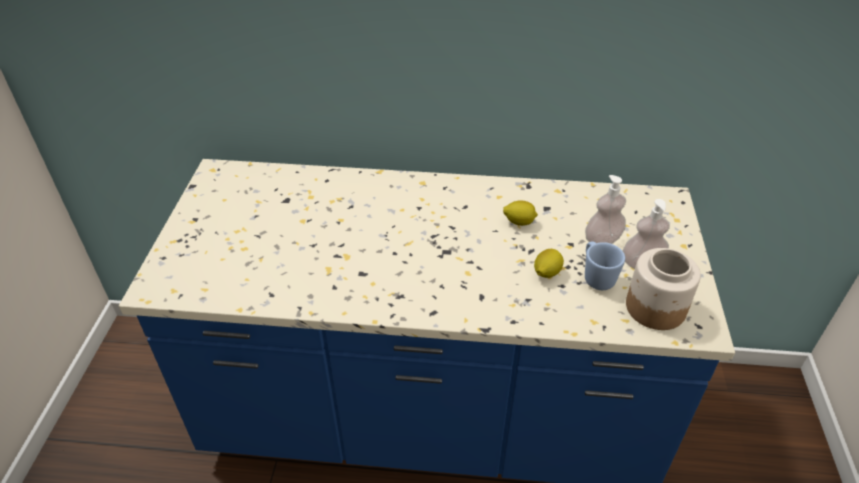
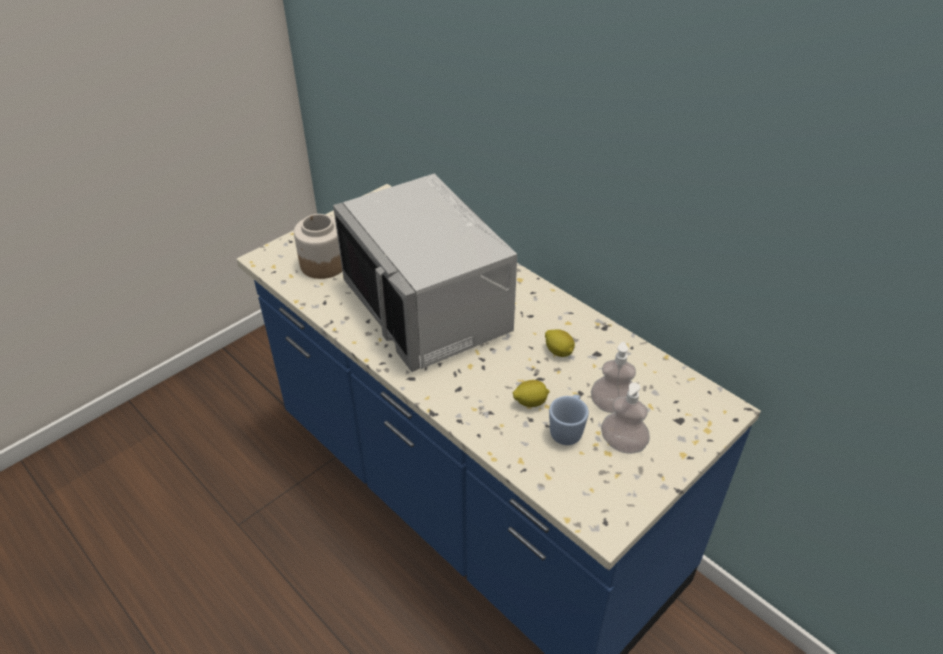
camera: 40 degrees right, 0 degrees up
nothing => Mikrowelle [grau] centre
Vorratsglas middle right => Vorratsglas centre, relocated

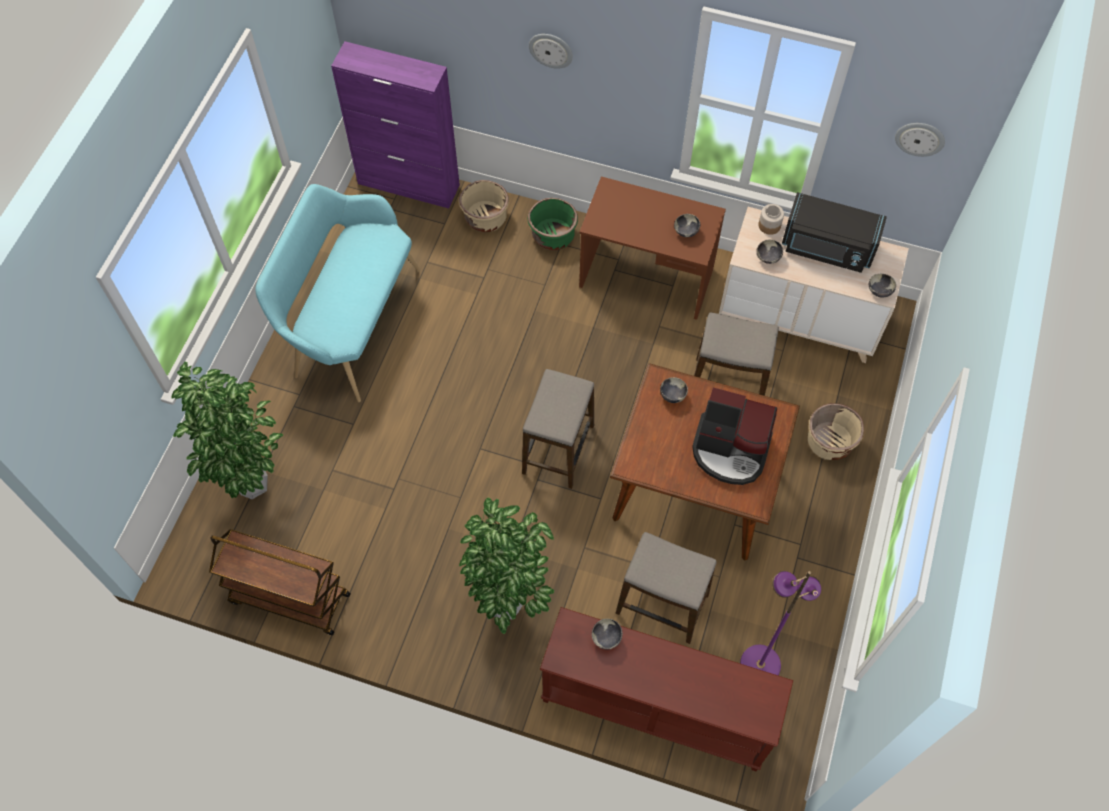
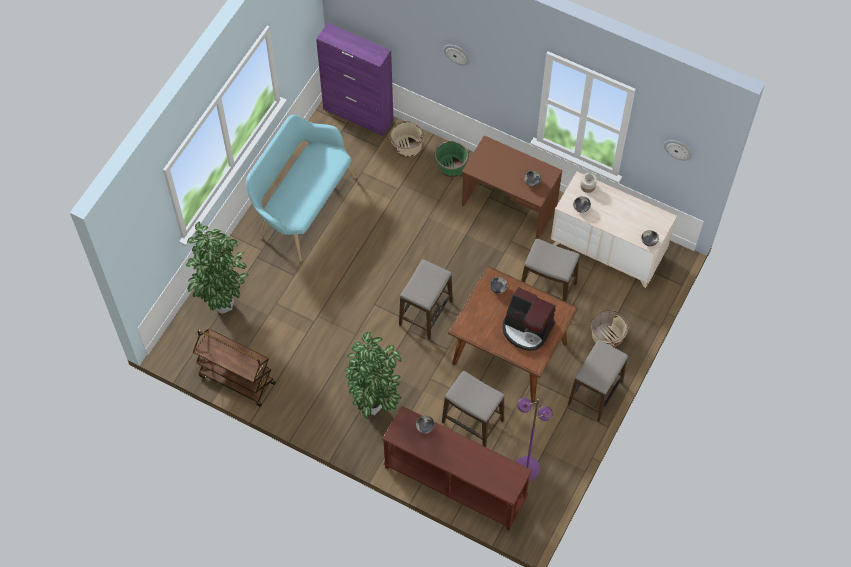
camera: 10 degrees right, 0 degrees up
Mikrowelle [schwarz] top right => nothing
nothing => Hocker (no. 4 from left) bottom right

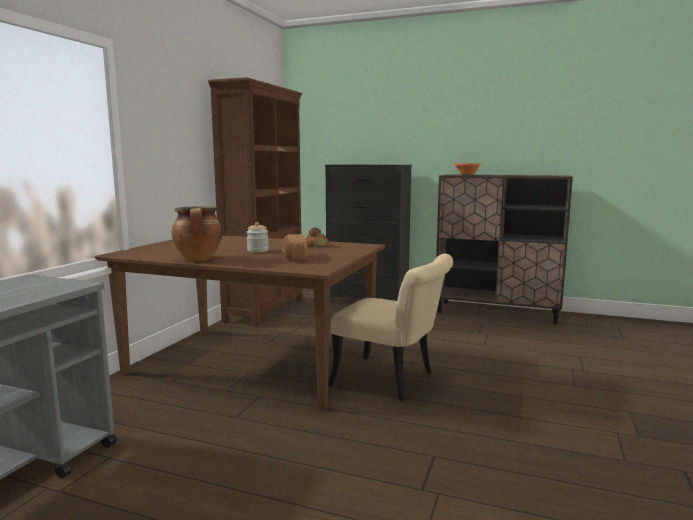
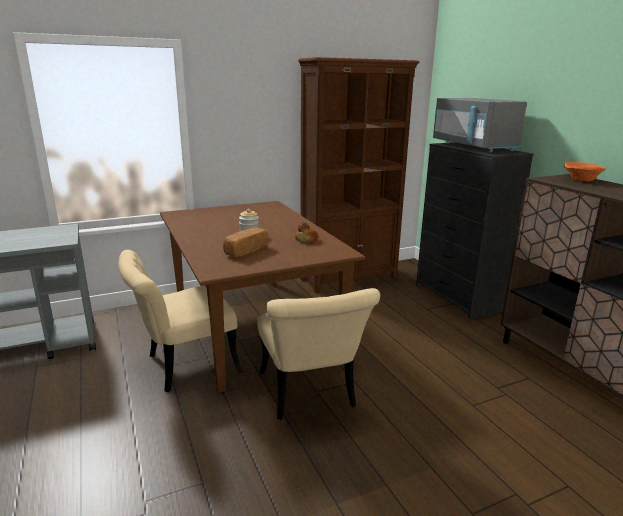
camera: 45 degrees right, 10 degrees up
Kochtopf middle left => nothing
nothing => Stuhl [beige] (no. 1 from left) middle left
nothing => Mikrowelle [grau] top right

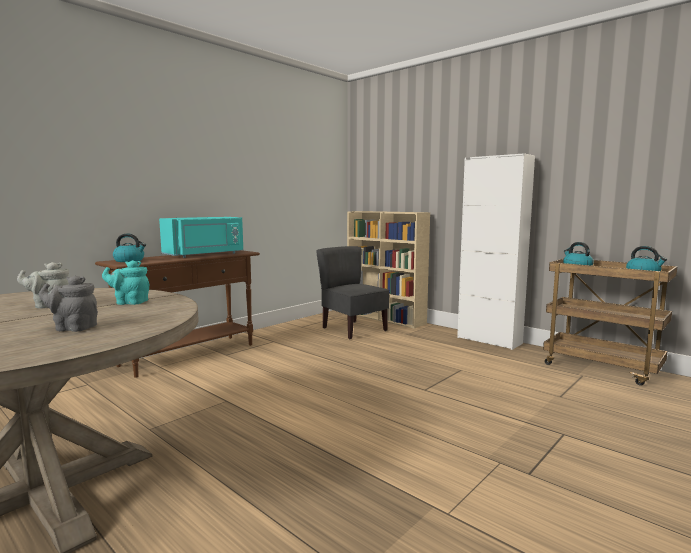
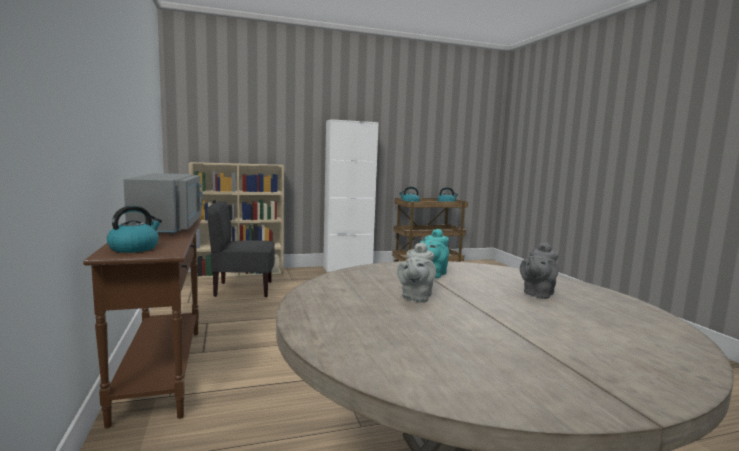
camera: 60 degrees left, 0 degrees up
Mikrowelle [türkis] middle left => Mikrowelle [grau] middle left

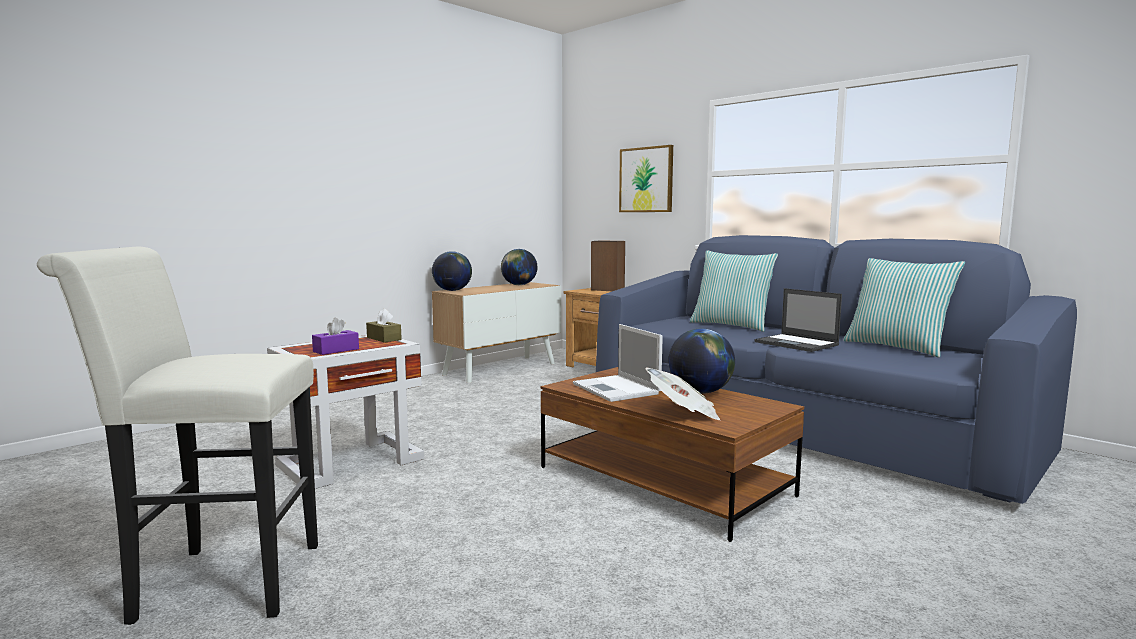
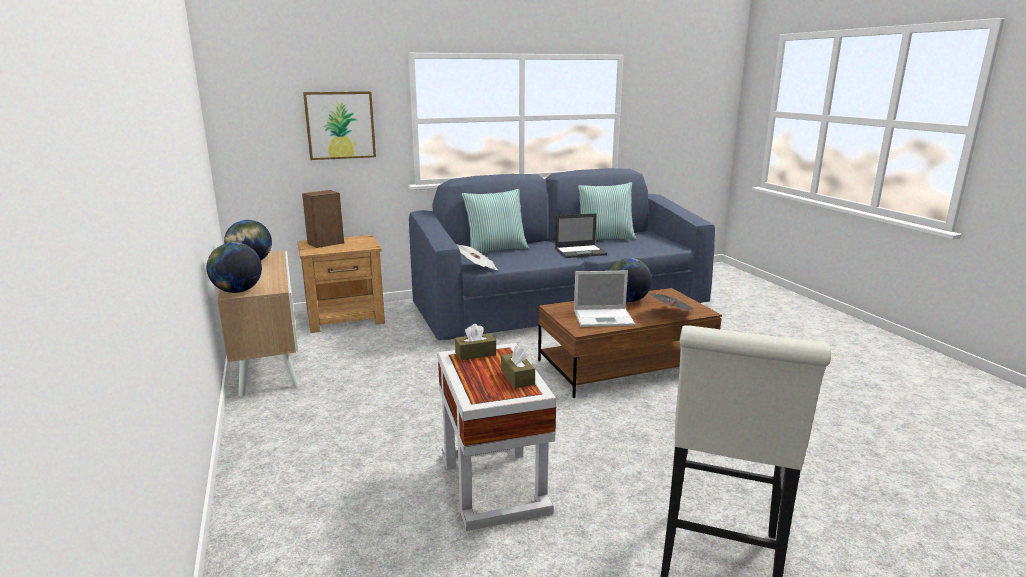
camera: 65 degrees left, 10 degrees up
nothing => Zeitung (no. 1 from left) centre
Taschentuchbox [lila] middle left => Taschentuchbox [braun] (no. 2 from left) centre

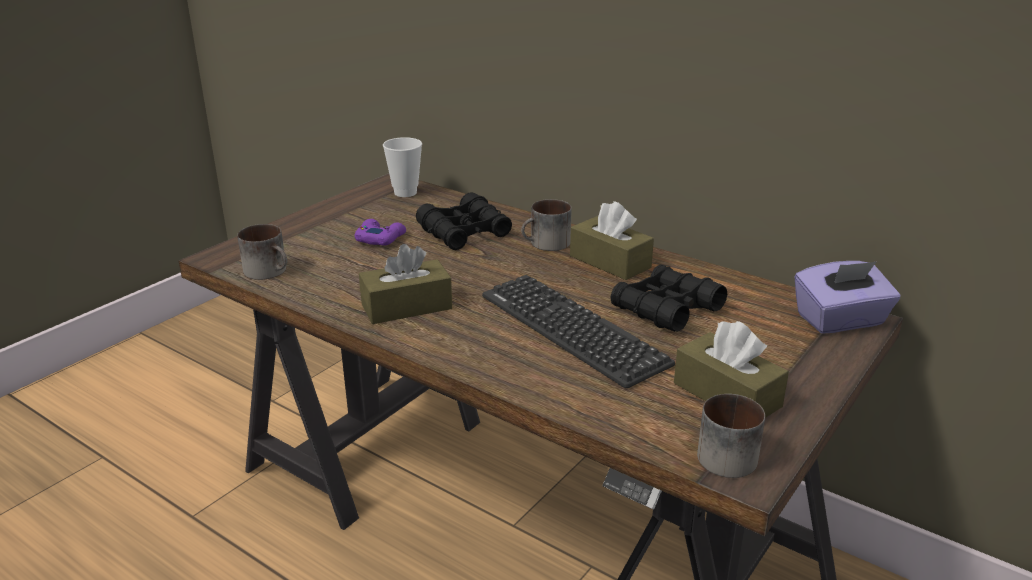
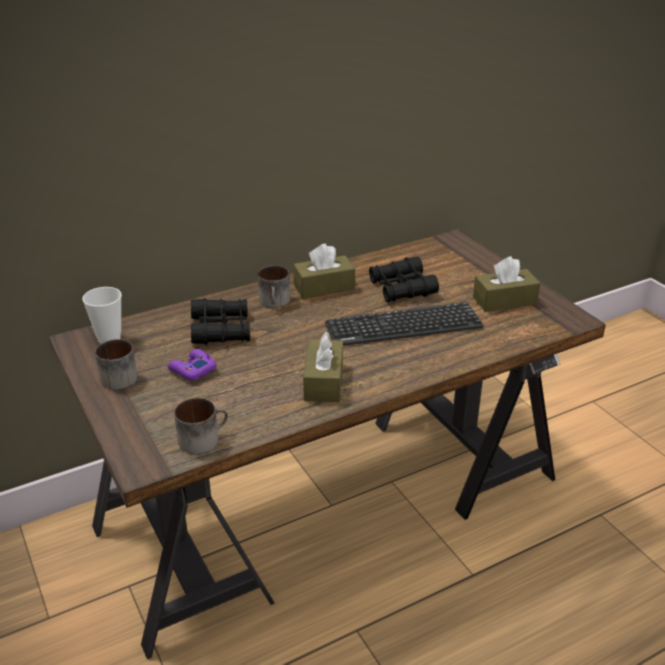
camera: 65 degrees left, 5 degrees up
Taschentuchbox [lila] middle right => nothing
Henkelbecher (no. 3 from left in the first image) bottom right => Henkelbecher (no. 1 from left) middle left, relocated

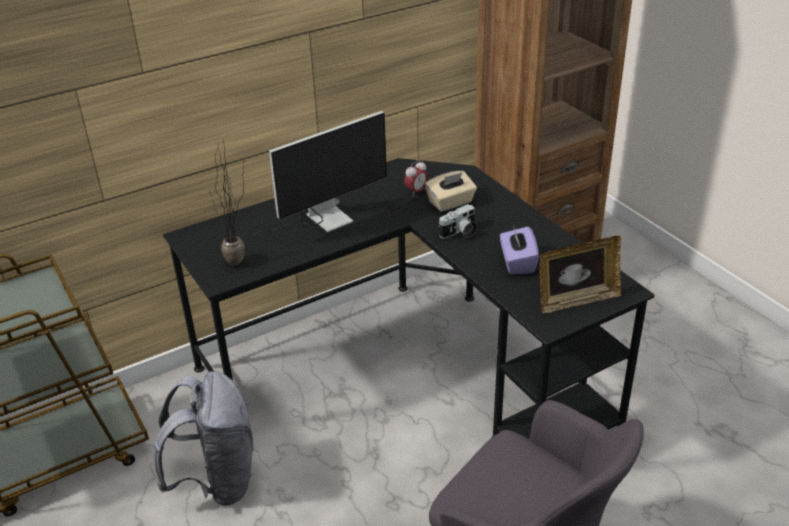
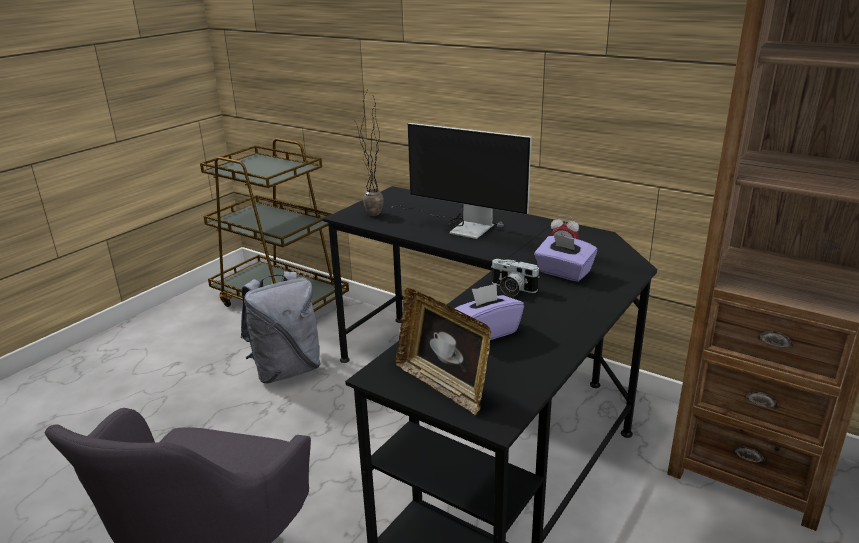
camera: 65 degrees right, 10 degrees down
Taschentuchbox [beige] centre => Taschentuchbox [lila] (no. 2 from left) centre

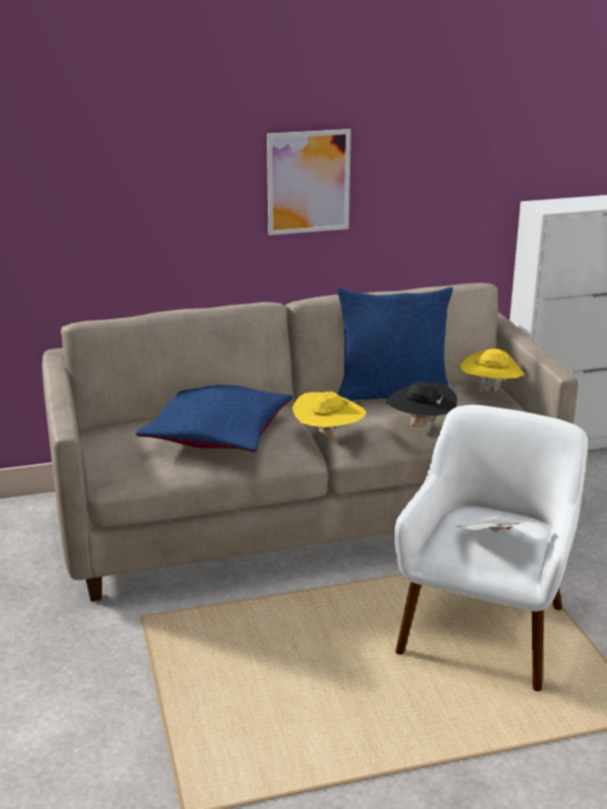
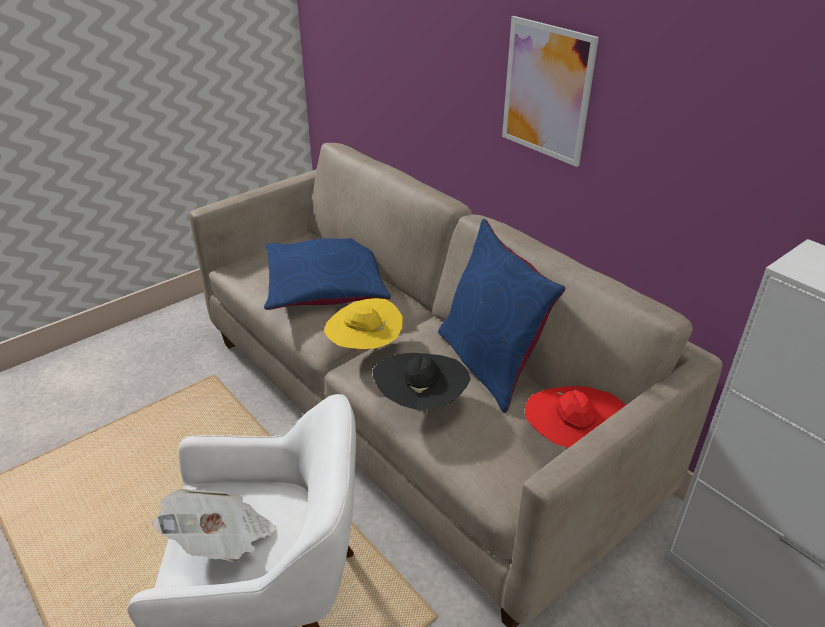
camera: 65 degrees right, 10 degrees up
Hut [gelb] (no. 2 from left) middle right => Hut [rot] middle right

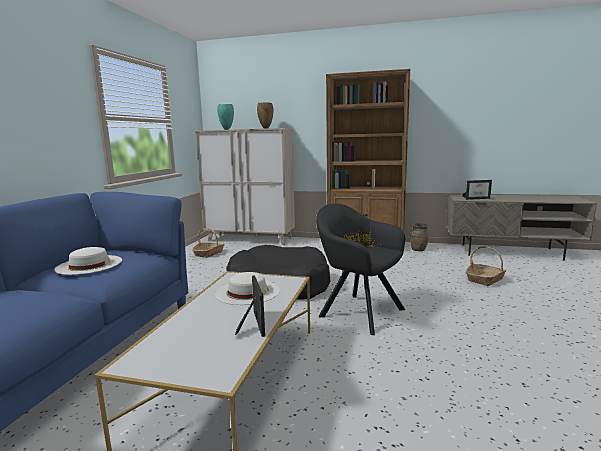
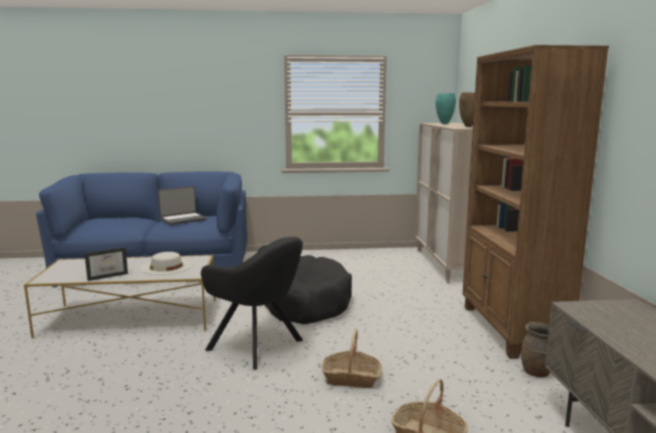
camera: 70 degrees right, 0 degrees up
Bilderrahmen (no. 2 from left) middle right => nothing
Korb (no. 1 from left) centre => Korb (no. 1 from left) bottom centre, relocated
Hut [weiß] (no. 1 from left) middle left => Laptop middle left
Sessel [schwarz] centre => Sessel [schwarz] bottom centre, 105 degrees clockwise

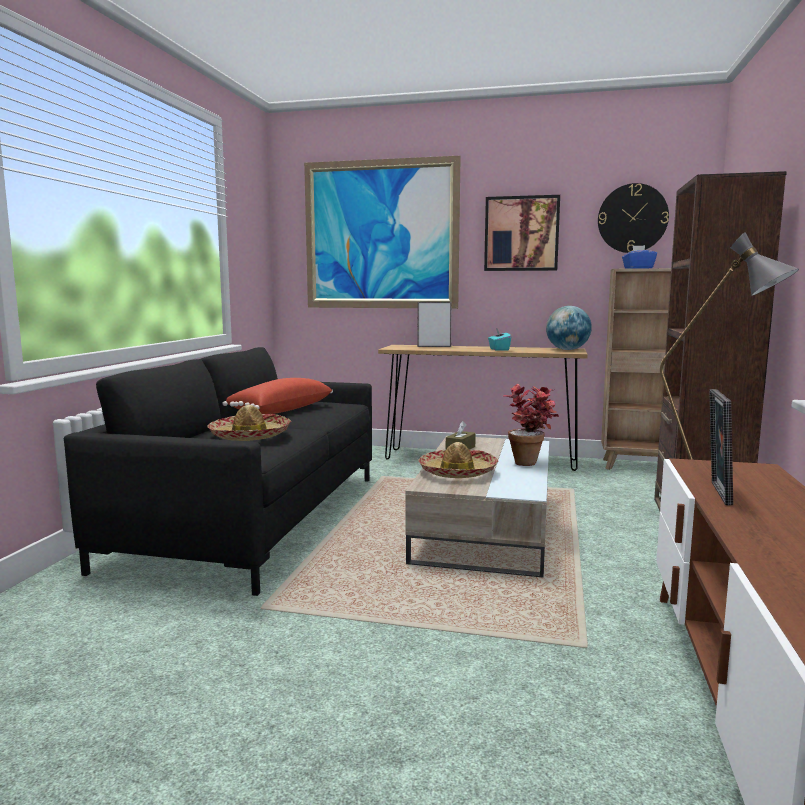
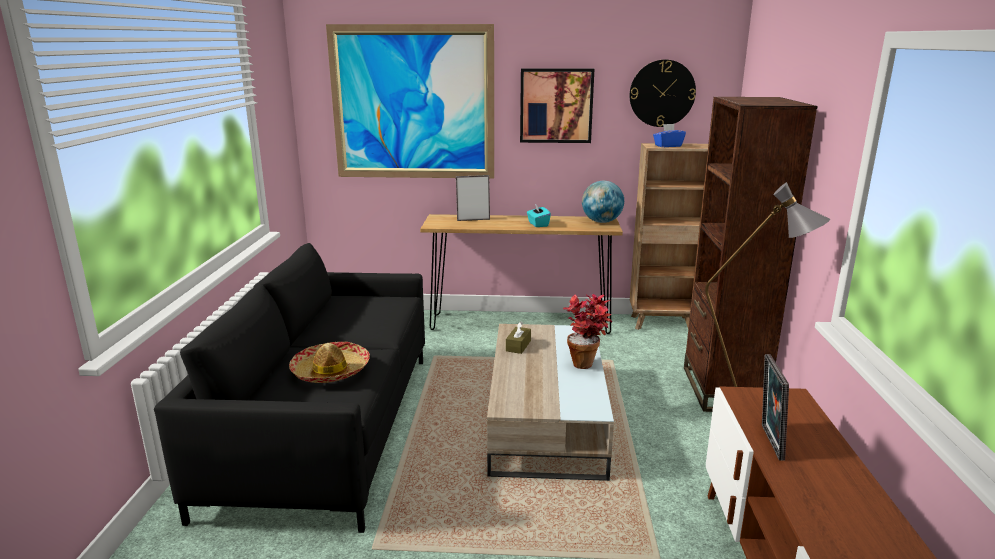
camera: 10 degrees left, 10 degrees up
Kissen [rot] centre => nothing
Hut (no. 2 from left) centre => nothing

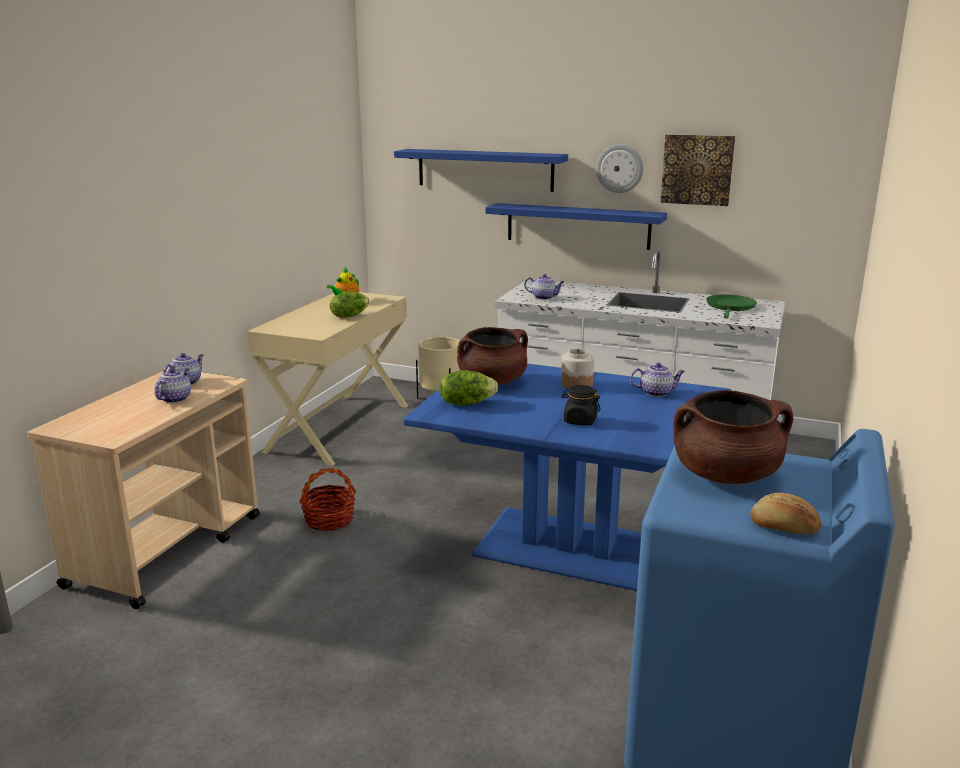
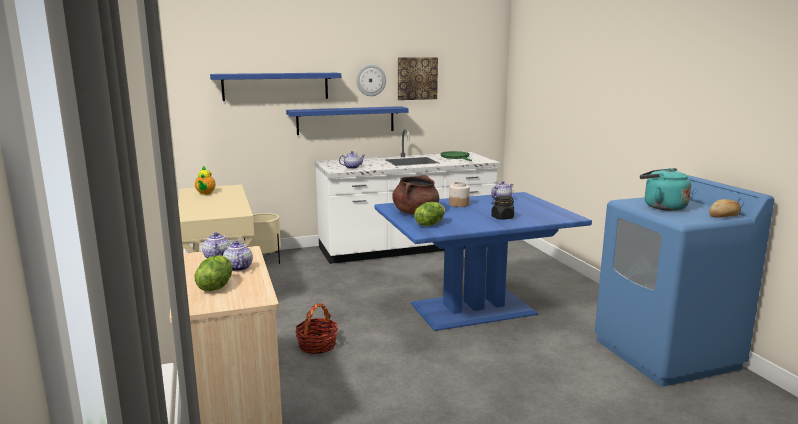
camera: 40 degrees left, 5 degrees down
Salatkopf (no. 1 from left) centre => Salatkopf (no. 1 from left) middle left, relocated
Kochtopf [braun] (no. 2 from left) middle right => Wasserkessel [türkis] middle right

